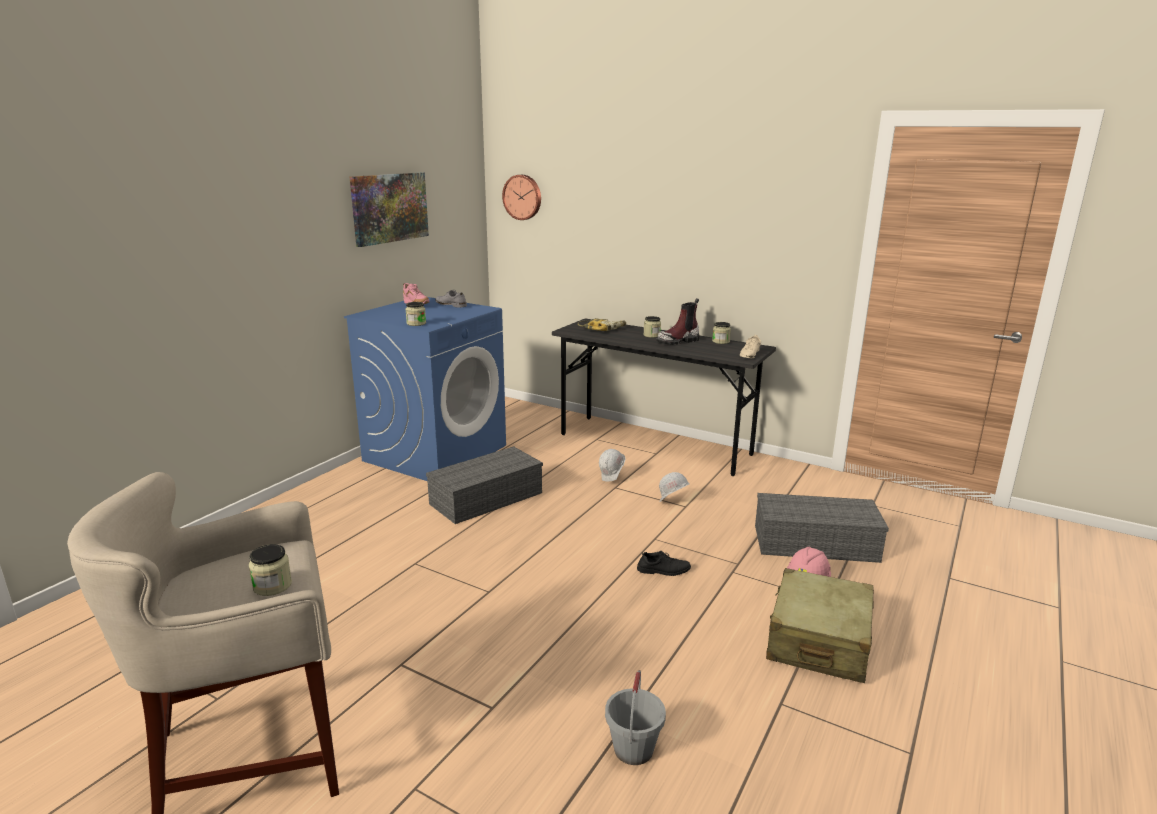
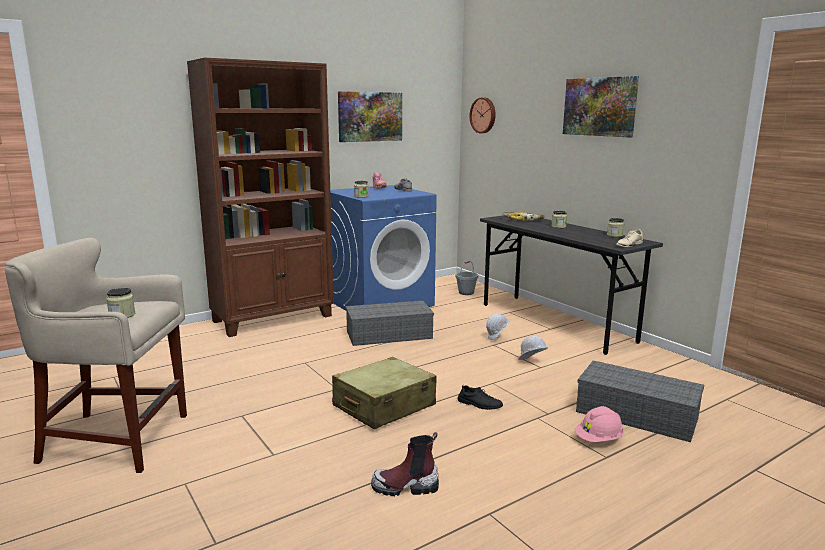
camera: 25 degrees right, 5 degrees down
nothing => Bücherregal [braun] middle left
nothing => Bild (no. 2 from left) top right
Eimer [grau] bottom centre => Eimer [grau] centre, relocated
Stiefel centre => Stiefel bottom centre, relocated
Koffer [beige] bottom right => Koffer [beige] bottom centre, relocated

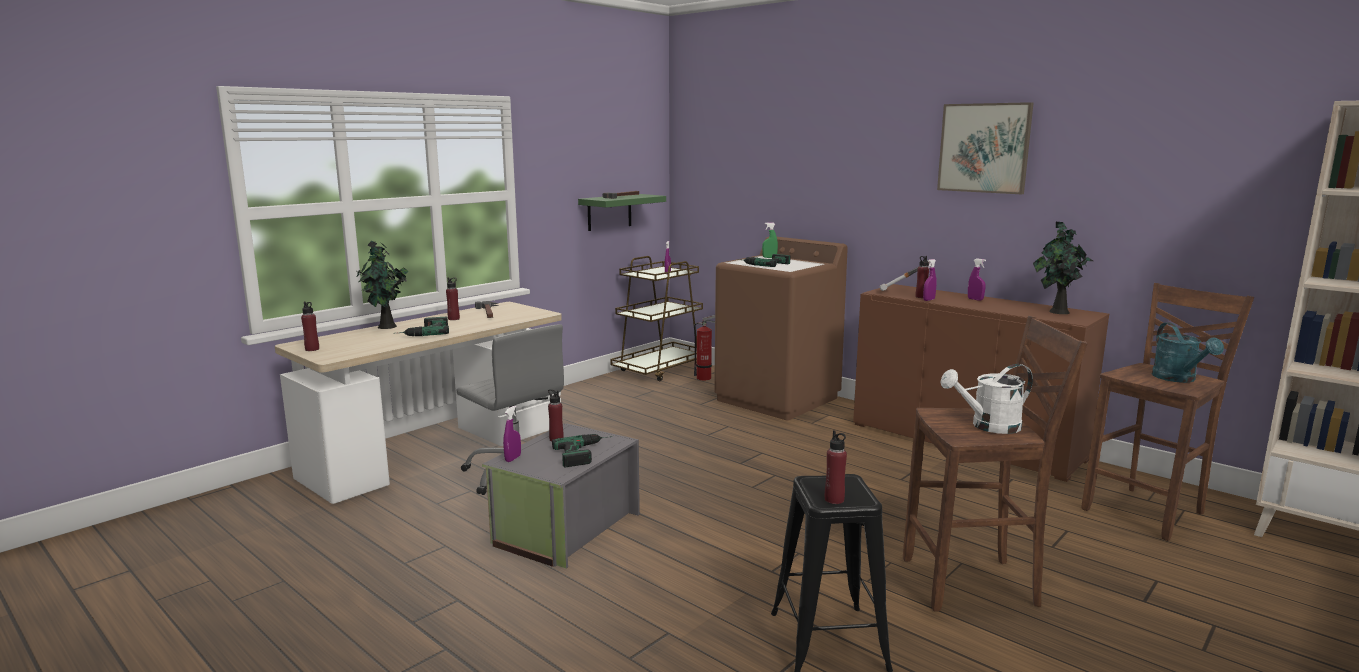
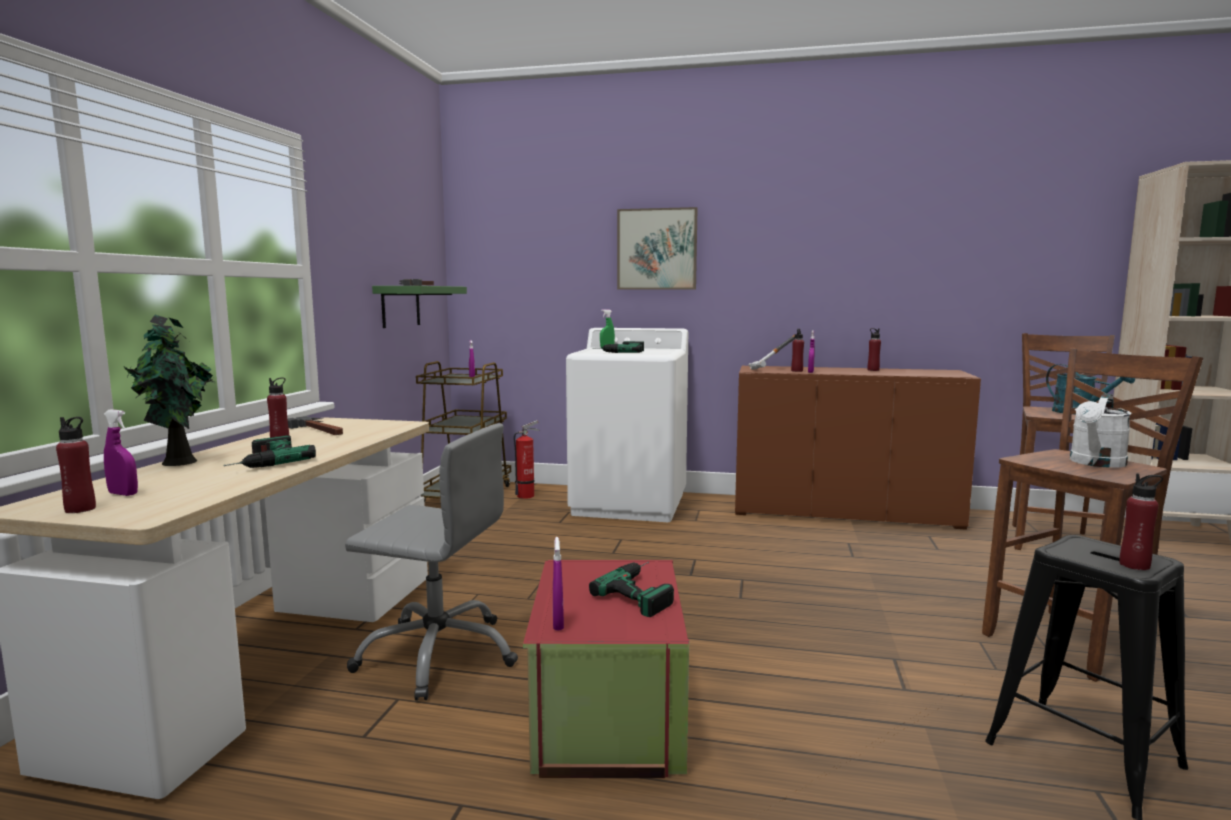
camera: 30 degrees left, 5 degrees down
Topfpflanze (no. 2 from left) middle right => nothing
Flasche [rot] (no. 3 from left in the first image) centre => Flasche [rot] (no. 4 from left) middle right, relocated
Bild top right => Bild top centre, relocated
Sprühflasche [lila] (no. 4 from left in the first image) middle right => Sprühflasche [lila] (no. 1 from left) middle left, relocated
Aufbewahrungsbox [grau] bottom centre => Aufbewahrungsbox [rot] bottom centre
Waschmaschine [braun] centre => Waschmaschine [weiß] centre

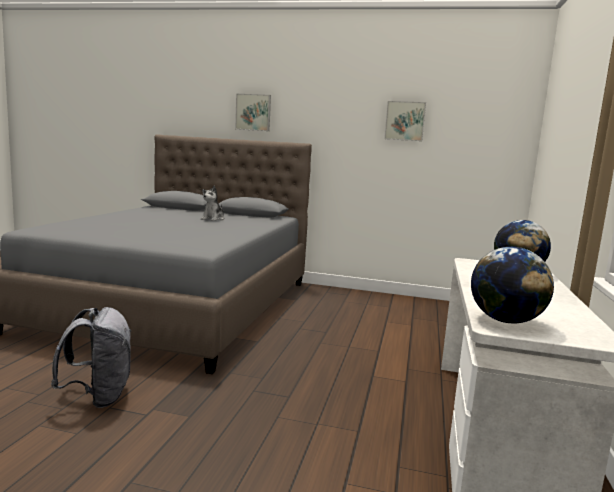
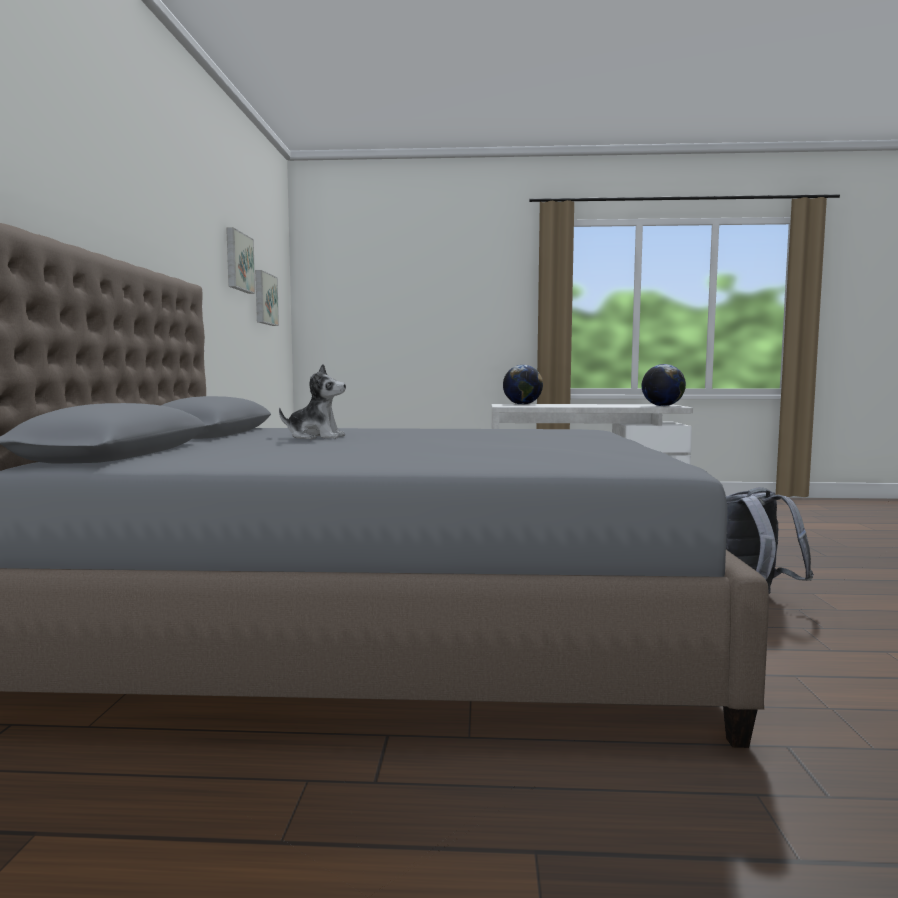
camera: 100 degrees left, 5 degrees down
Bild (no. 1 from left in the first image) top centre => Bild (no. 2 from left) top left, relocated

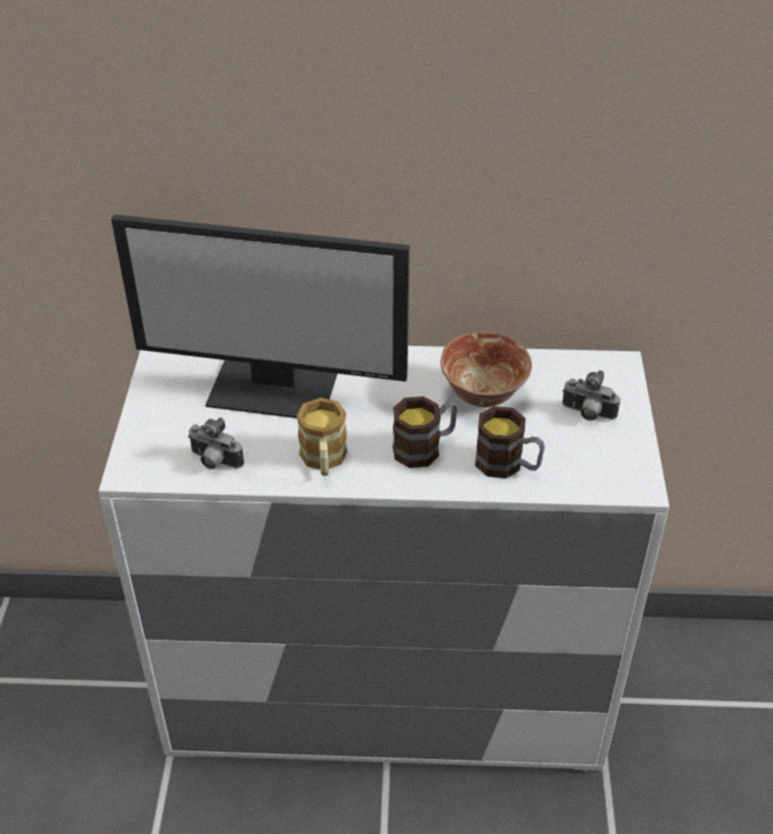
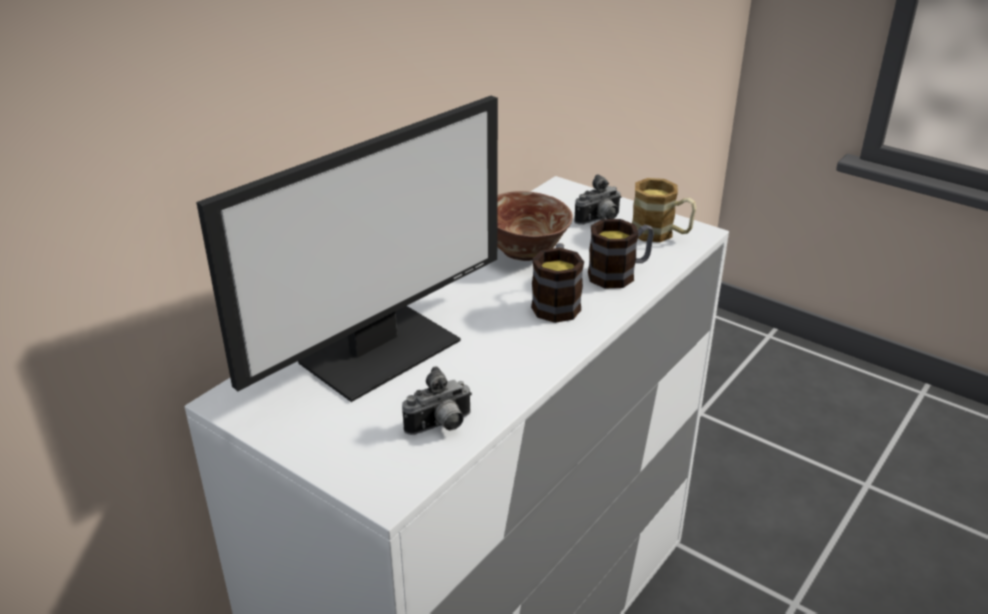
camera: 55 degrees left, 10 degrees down
Henkelbecher (no. 1 from left in the first image) centre => Henkelbecher (no. 3 from left) middle right, relocated

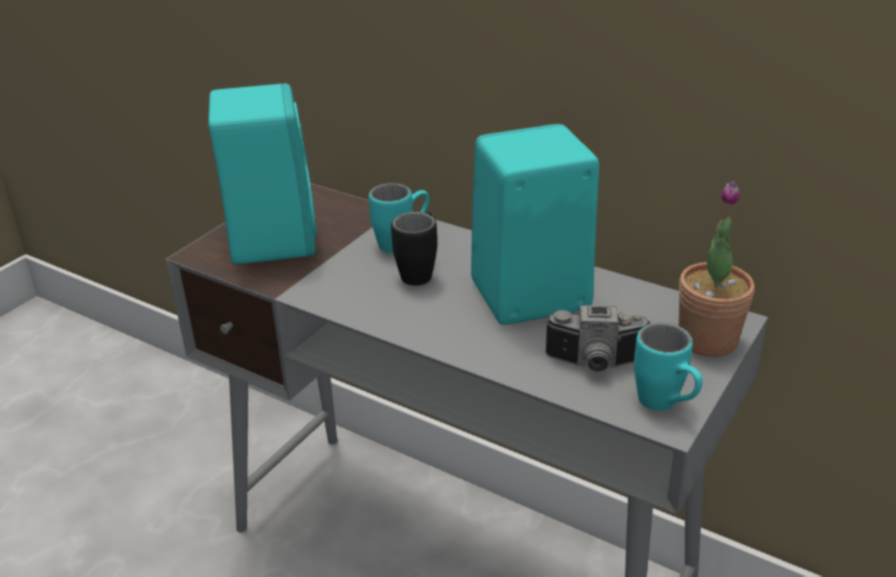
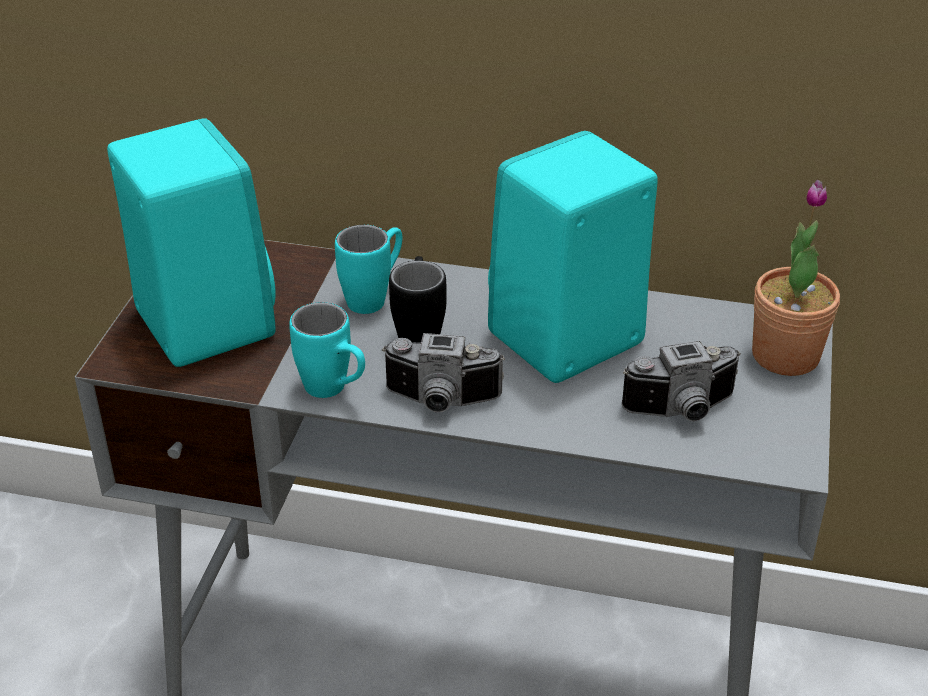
camera: 20 degrees left, 5 degrees up
nothing => Kamera (no. 1 from left) centre
Henkelbecher [türkis] (no. 2 from left in the first image) middle right => Henkelbecher [türkis] (no. 1 from left) centre, relocated

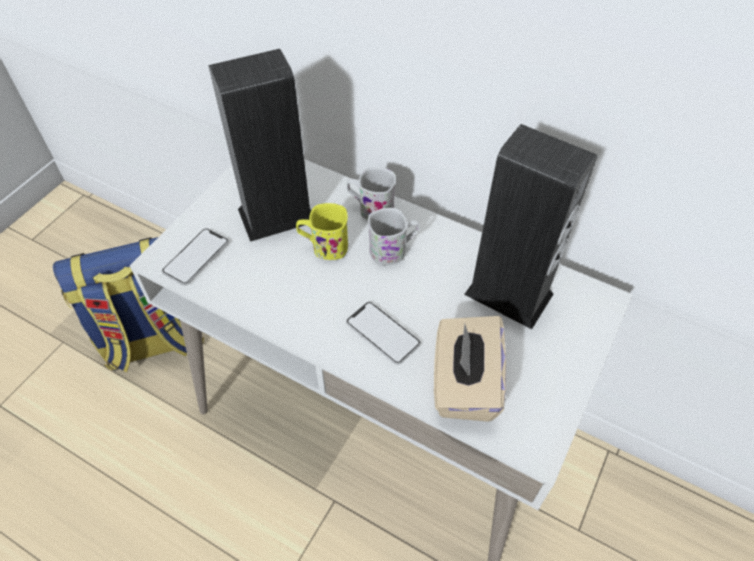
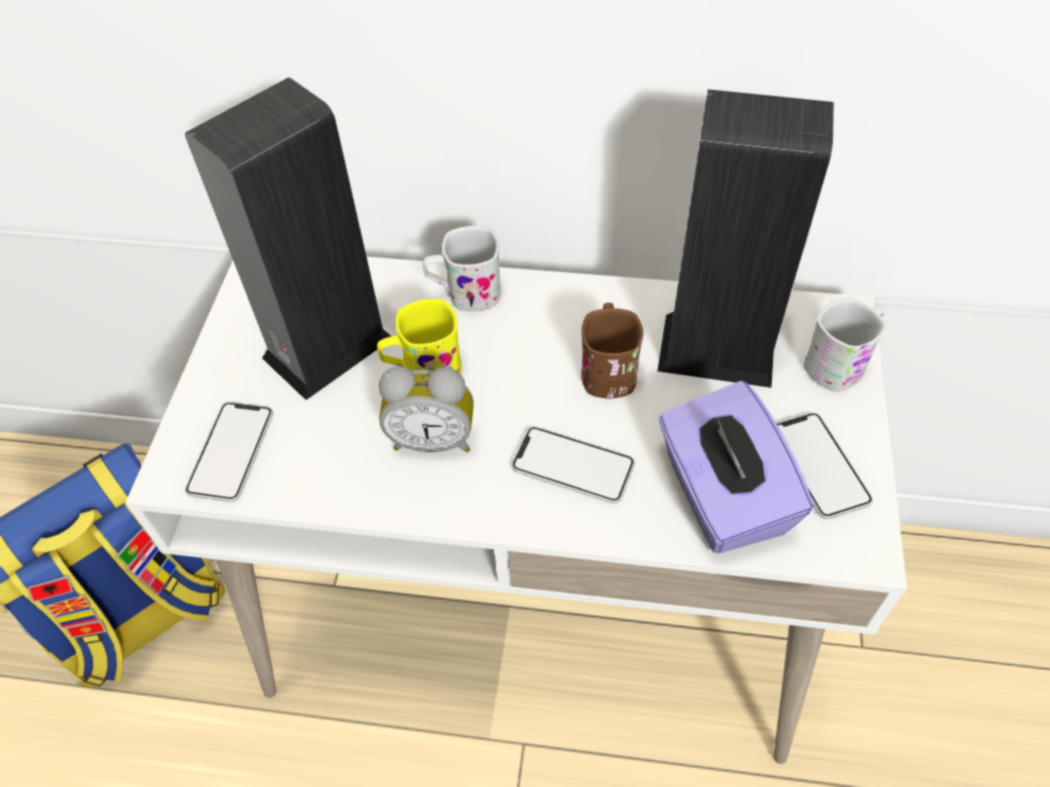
camera: 20 degrees left, 0 degrees up
nothing => Wecker centre
nothing => Henkelbecher [braun] centre
nothing => Handy (no. 3 from left) middle right
Henkelbecher [weiß] (no. 2 from left) centre => Henkelbecher [weiß] (no. 2 from left) middle right, relocated
Taschentuchbox [beige] centre => Taschentuchbox [lila] middle right

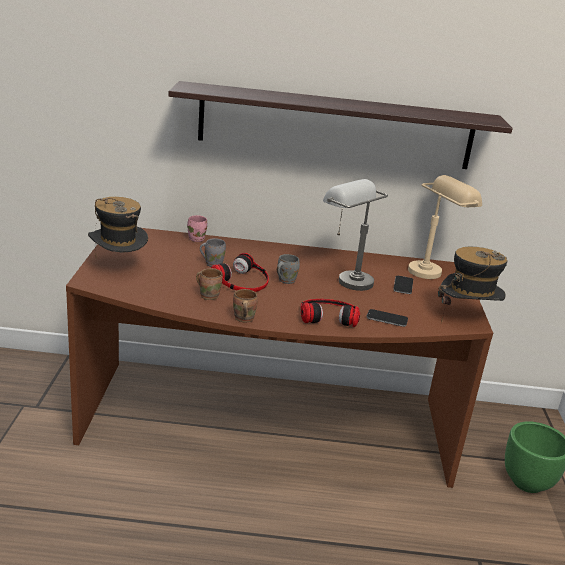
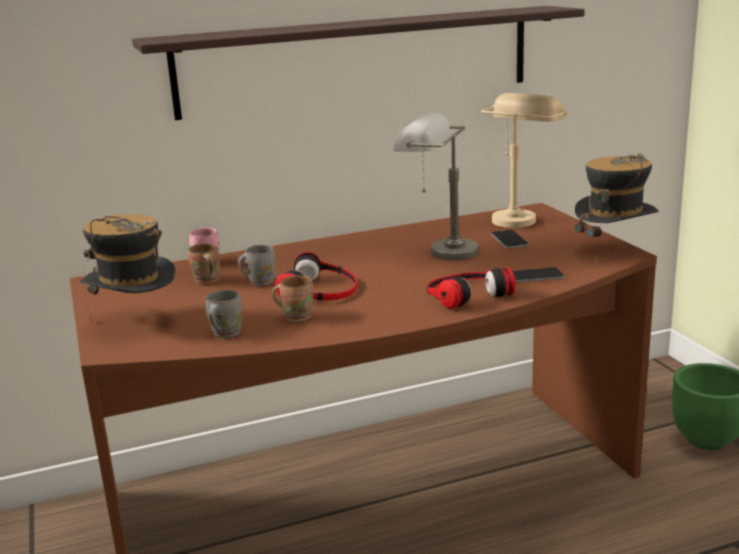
camera: 20 degrees left, 5 degrees down
Henkelbecher [braun] (no. 2 from left in the first image) centre => Henkelbecher [braun] (no. 1 from left) middle left, relocated
Henkelbecher [grau] (no. 2 from left in the first image) centre => Henkelbecher [grau] (no. 1 from left) middle left, relocated

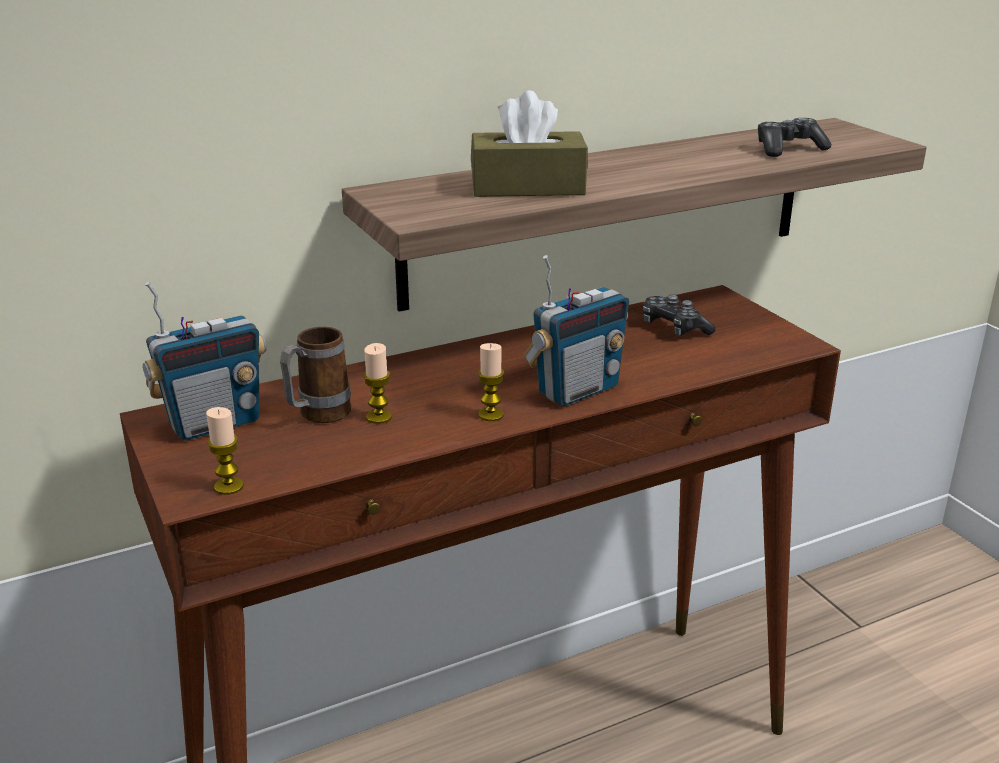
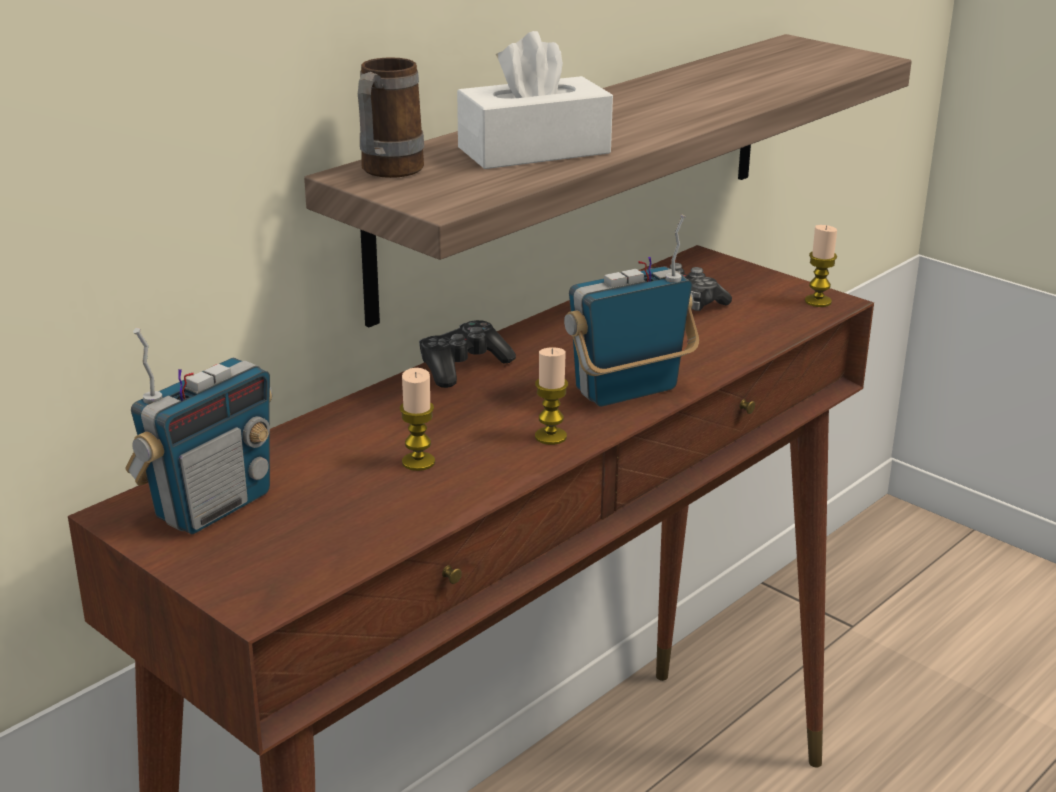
camera: 20 degrees left, 0 degrees up
Kerze (no. 1 from left in the first image) middle left => Kerze (no. 3 from left) middle right, relocated
Henkelbecher middle left => Henkelbecher top centre, relocated
Gamepad (no. 2 from left in the first image) top right => Gamepad (no. 1 from left) centre, relocated
Taschentuchbox [braun] top centre => Taschentuchbox [weiß] top centre
Radio (no. 2 from left) centre, 150 degrees counterclockwise

